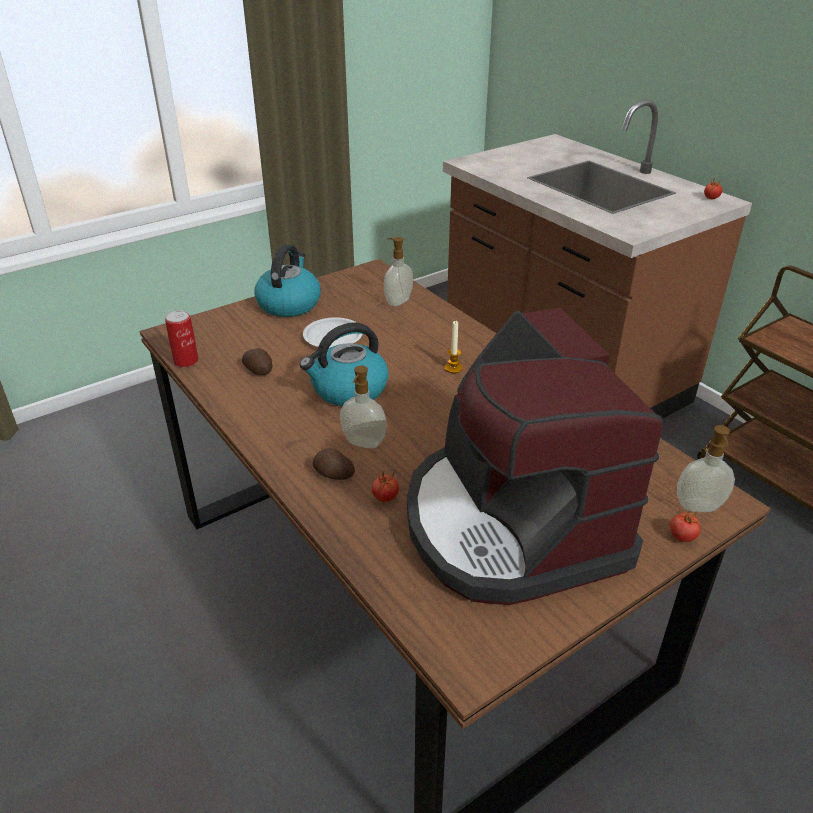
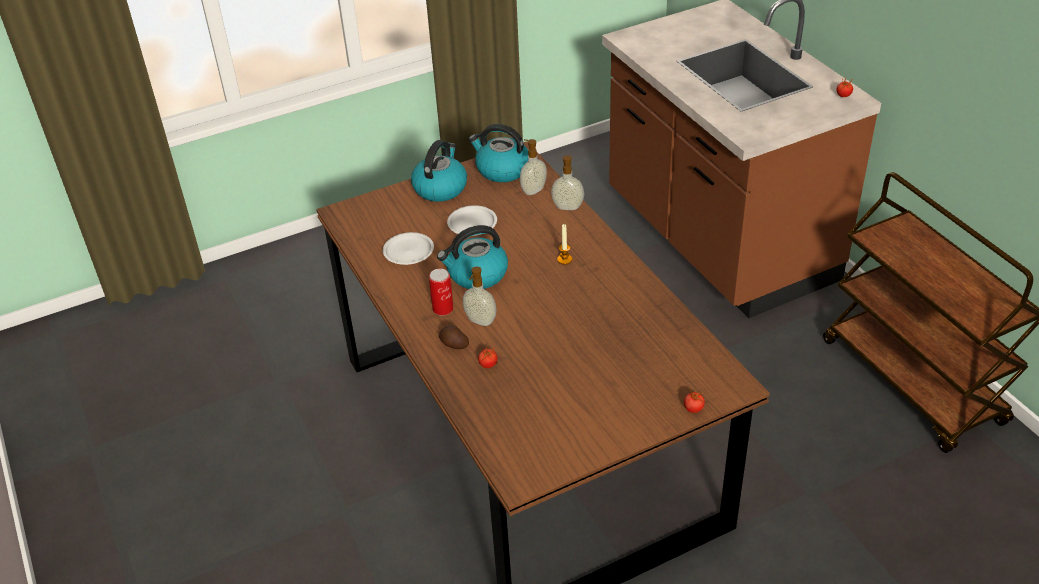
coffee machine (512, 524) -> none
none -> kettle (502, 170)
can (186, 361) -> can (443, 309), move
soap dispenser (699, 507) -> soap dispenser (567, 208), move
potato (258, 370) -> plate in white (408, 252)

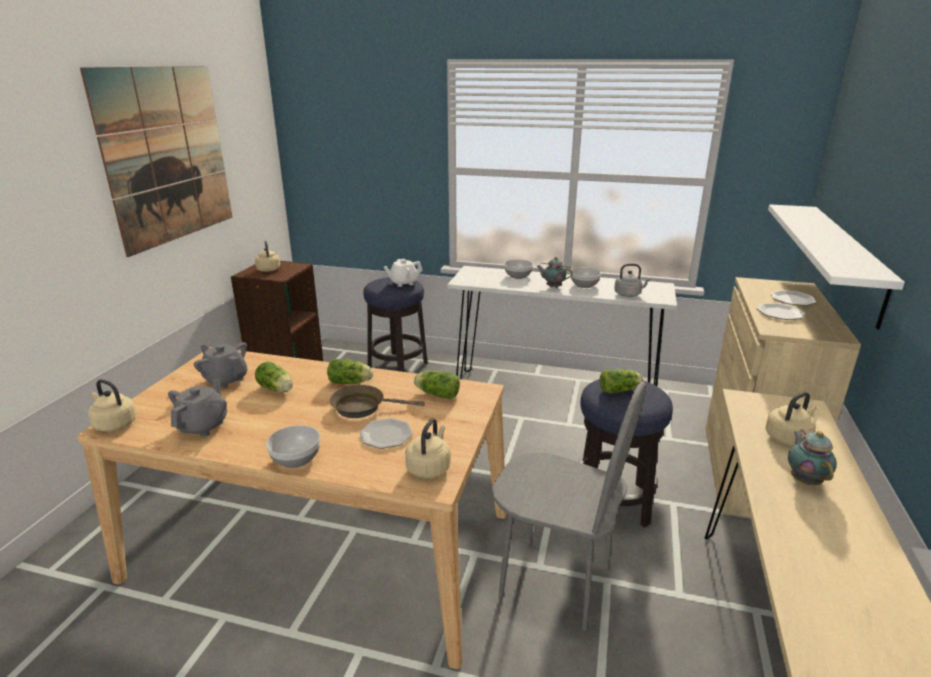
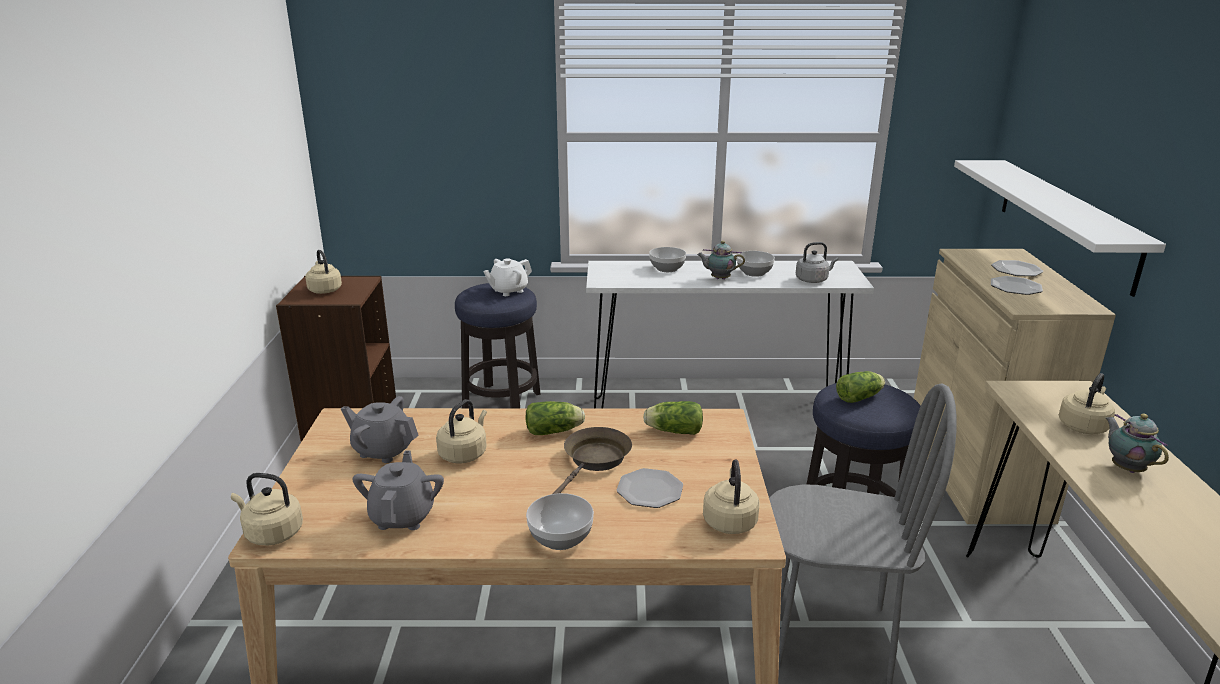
picture (167, 155) -> none
lettuce (277, 389) -> kettle in beige (464, 453)
frying pan in brown (363, 407) -> frying pan in brown (595, 460), 135 degrees clockwise

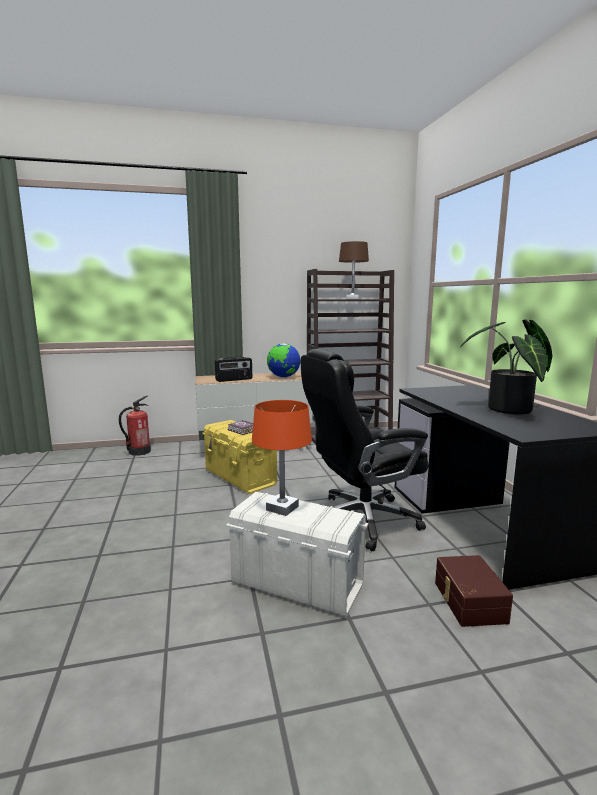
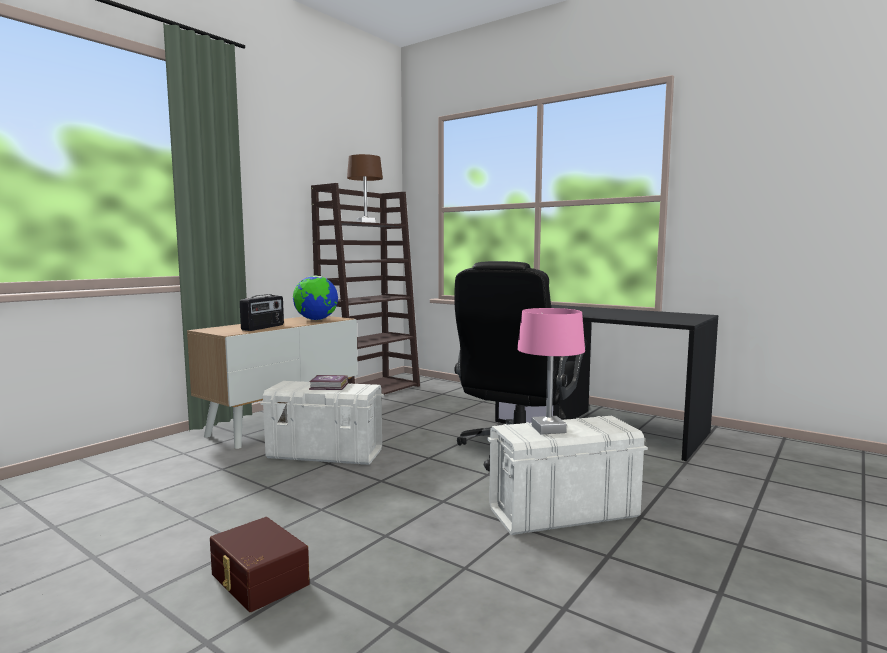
fire extinguisher (139, 452) -> none
potted plant (508, 411) -> none
storage box in brown (468, 602) -> storage box in brown (257, 580), move
storage box in yellow (240, 477) -> storage box in white (325, 454)
table lamp in orange (282, 508) -> table lamp in pink (549, 429)

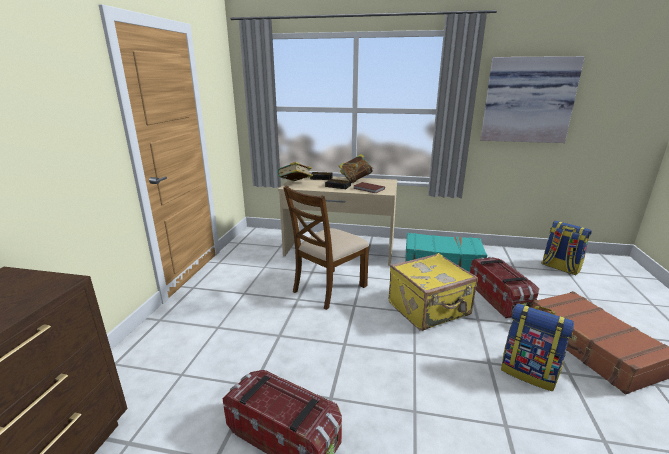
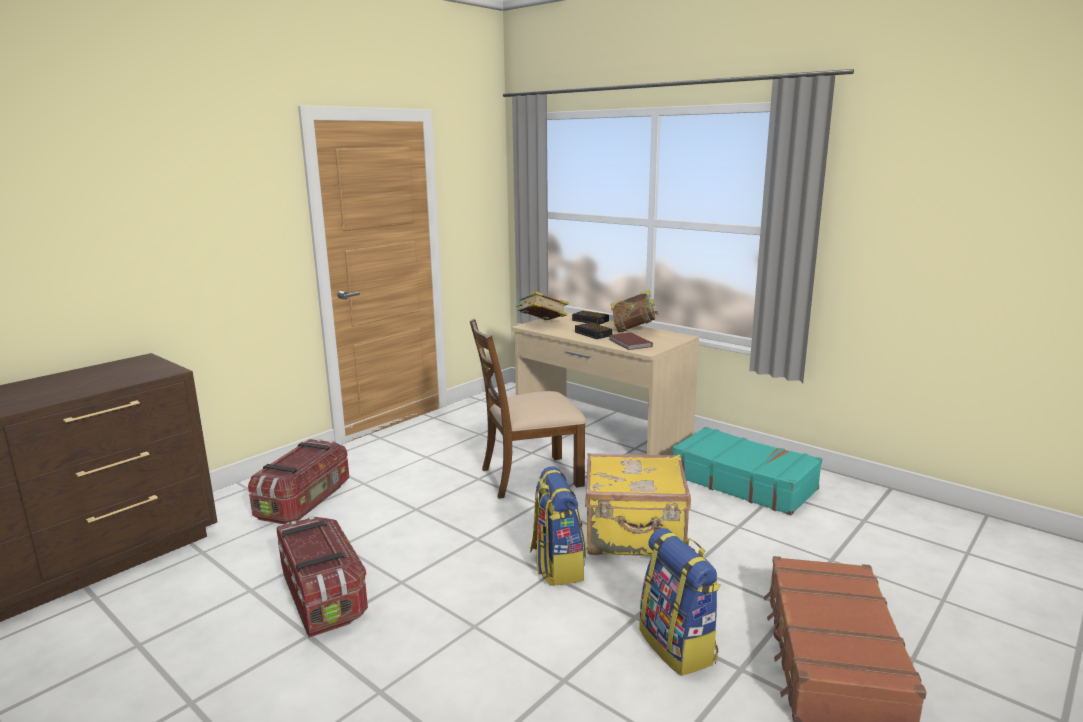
picture (527, 100) -> none
storage box (499, 298) -> storage box (305, 501), move
backpack (560, 268) -> backpack (556, 566), move

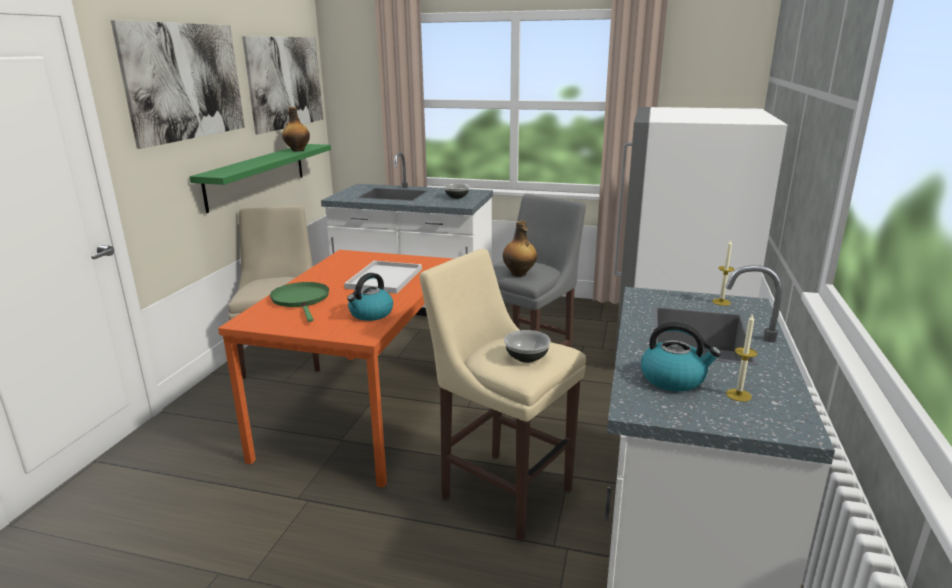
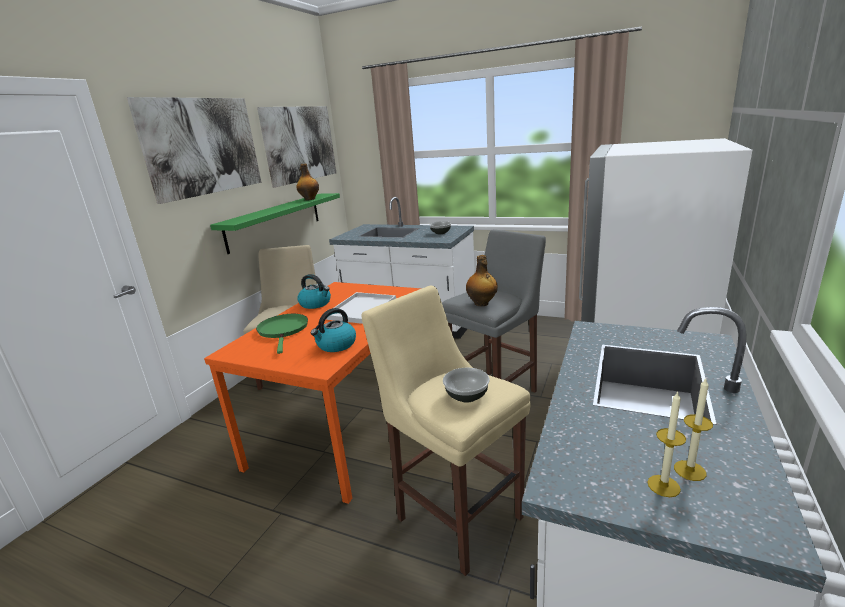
kettle (673, 379) -> kettle (316, 304), move
candle (721, 302) -> candle (663, 486), move

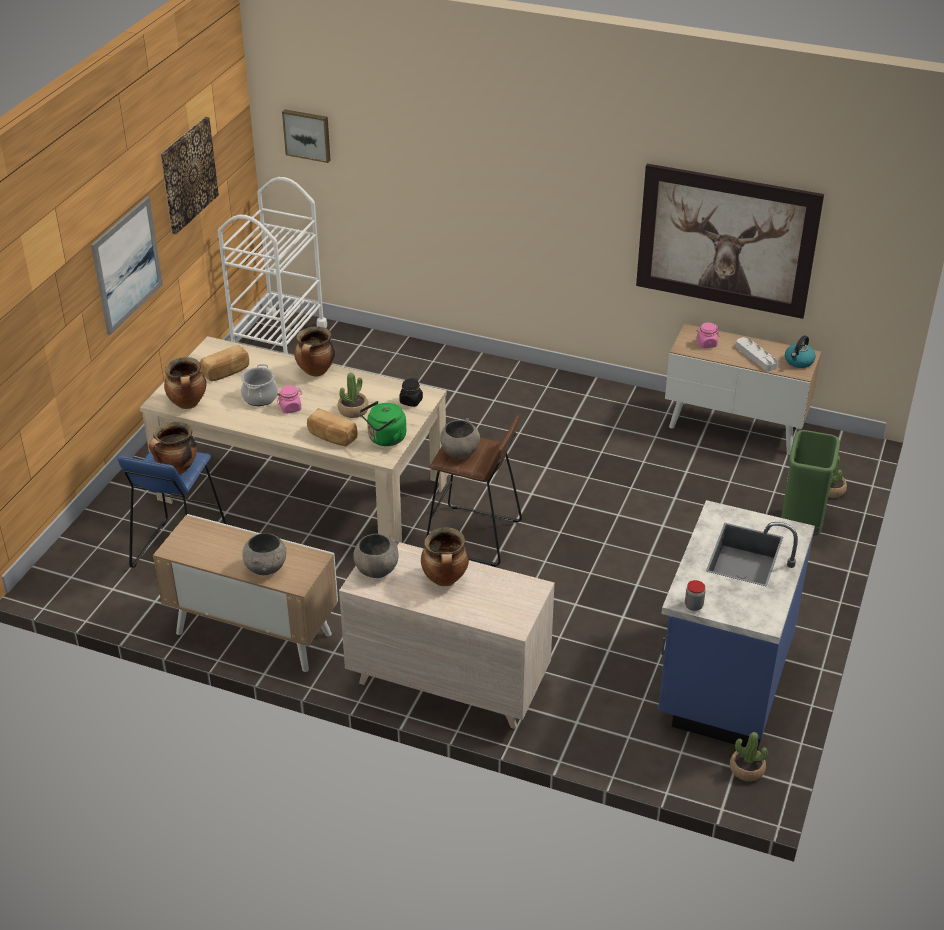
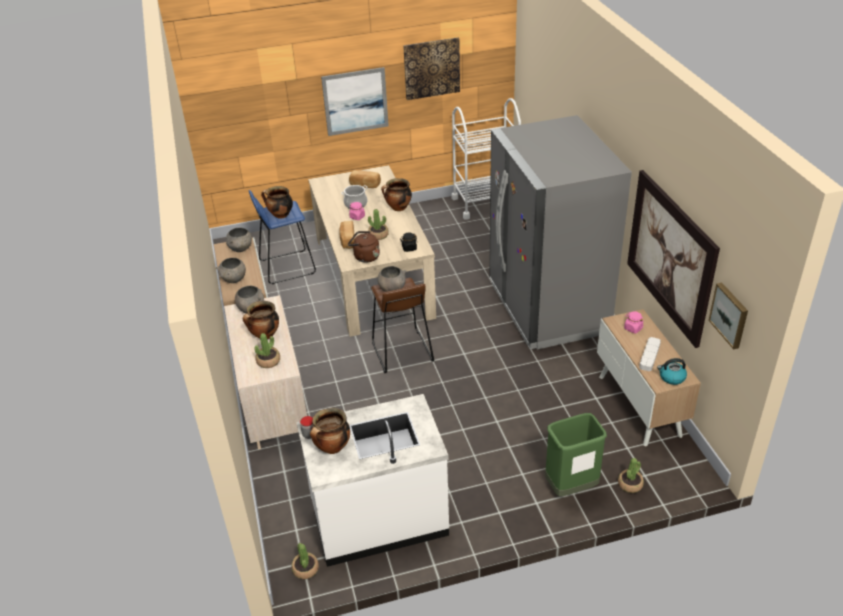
none -> bowl in grey (241, 249)
none -> potted plant (268, 361)
none -> fridge in grey (547, 308)
cooking pot (188, 404) -> cooking pot (332, 448), move
picture (307, 135) -> picture (730, 315), move
kettle in green (385, 439) -> kettle in brown (365, 257)
counter in blue (723, 679) -> counter in white (379, 519)

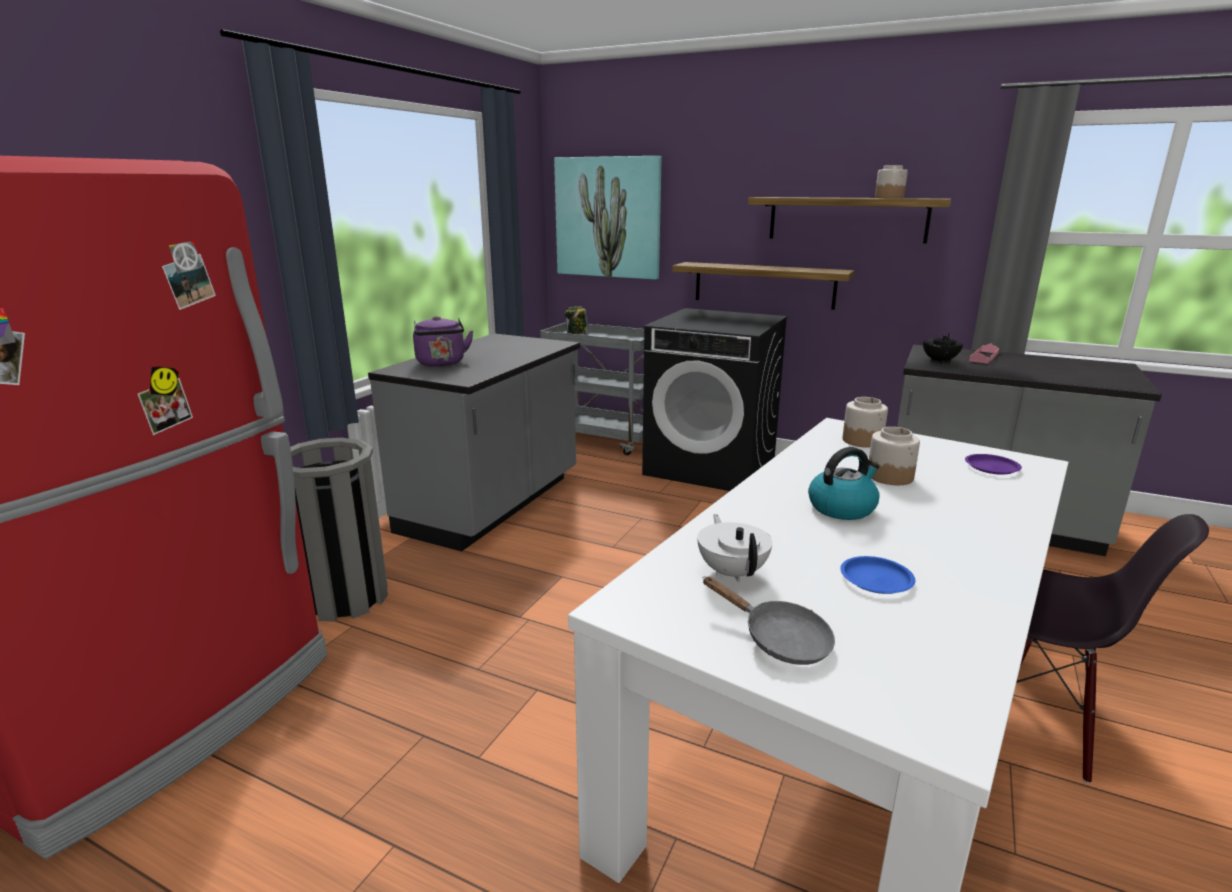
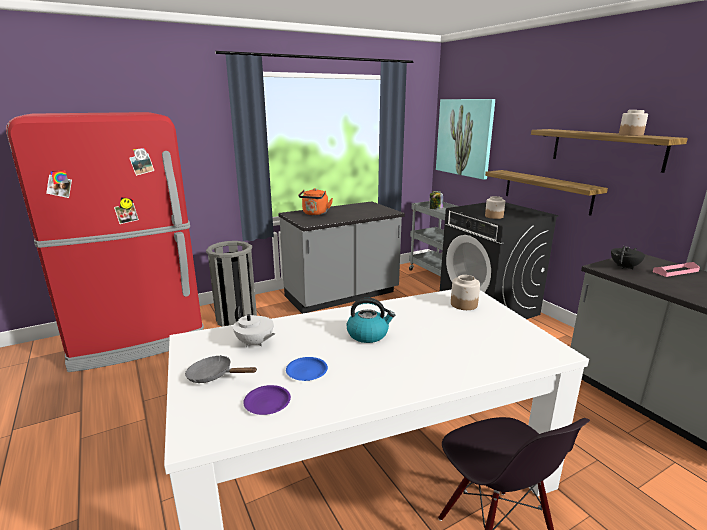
jar (890, 476) -> jar (494, 216), move
plate in purple (991, 467) -> plate in purple (267, 402), move
kettle in purple (441, 364) -> kettle in orange (315, 213)
teapot in white (732, 572) -> teapot in white (255, 343), 105 degrees clockwise
frying pan in grey (778, 639) -> frying pan in grey (214, 376), 120 degrees clockwise

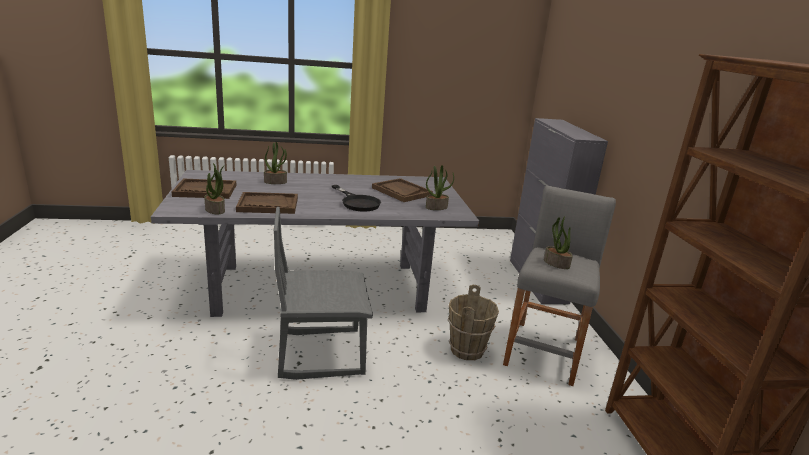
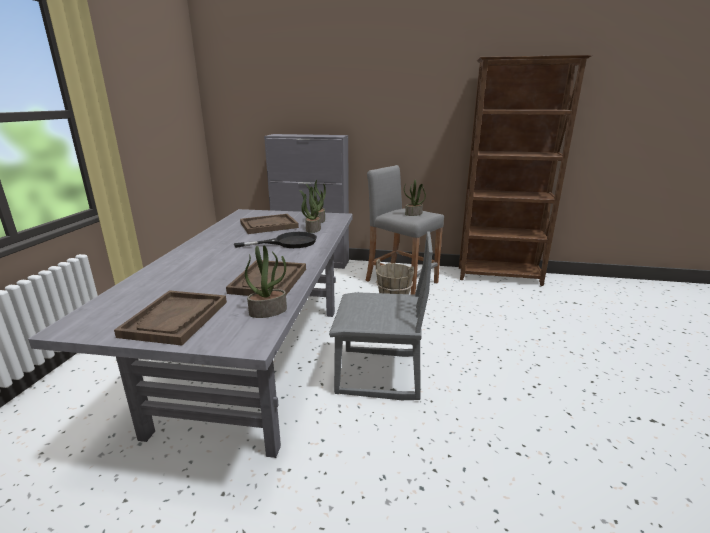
potted plant (275, 182) -> potted plant (313, 229), move
chair in grey (320, 352) -> chair in grey (379, 374), 90 degrees counterclockwise

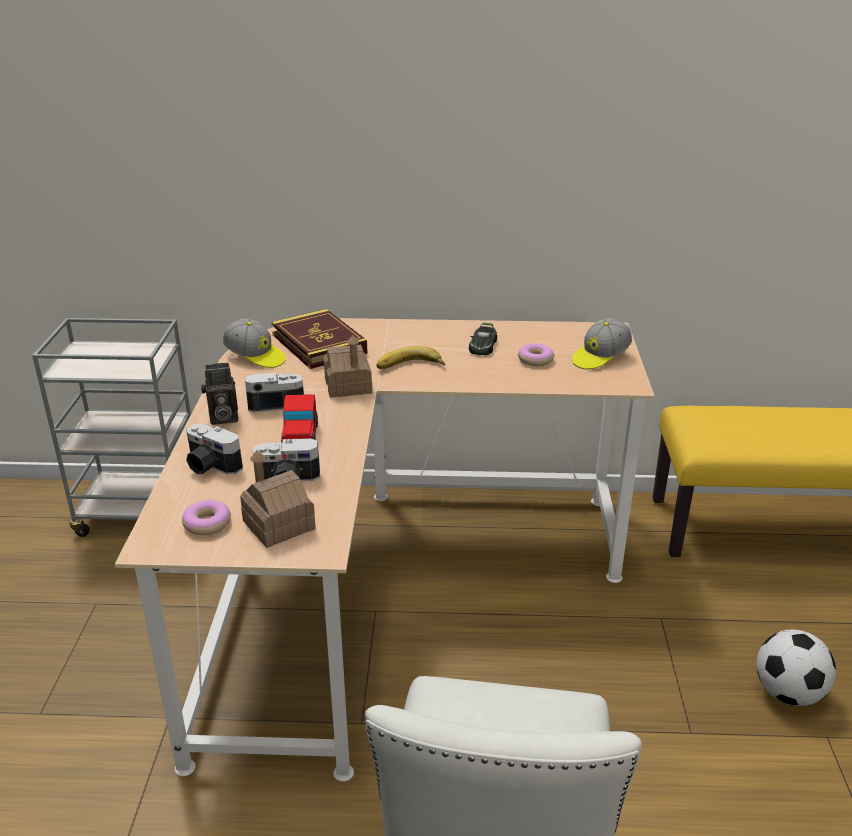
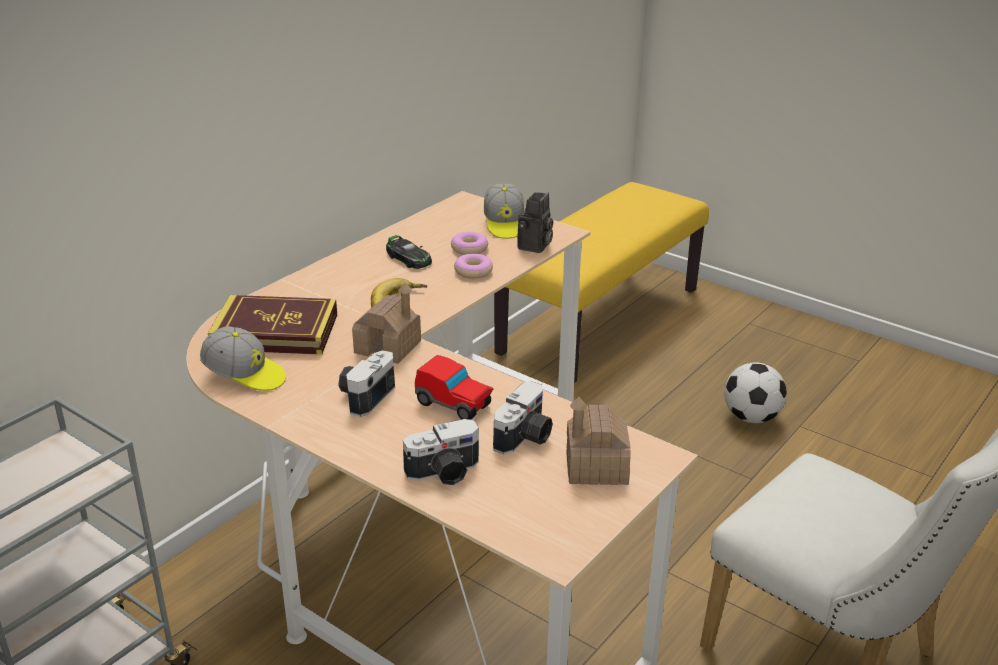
donut (207, 523) -> donut (473, 271), move
photo camera (222, 418) -> photo camera (535, 247), move
cap (255, 357) -> cap (245, 375), 45 degrees clockwise

